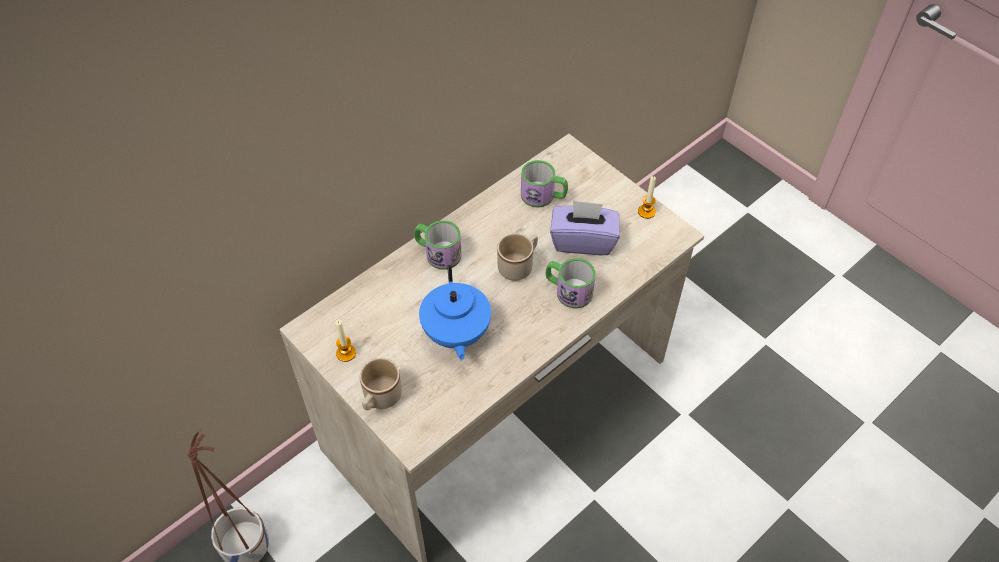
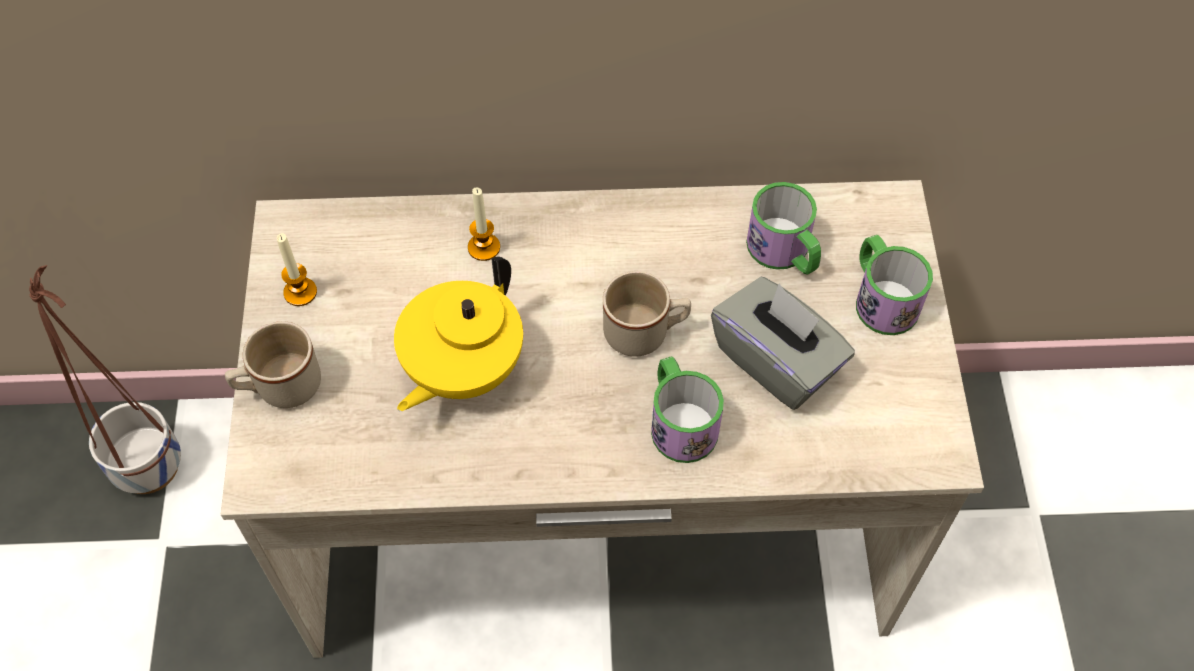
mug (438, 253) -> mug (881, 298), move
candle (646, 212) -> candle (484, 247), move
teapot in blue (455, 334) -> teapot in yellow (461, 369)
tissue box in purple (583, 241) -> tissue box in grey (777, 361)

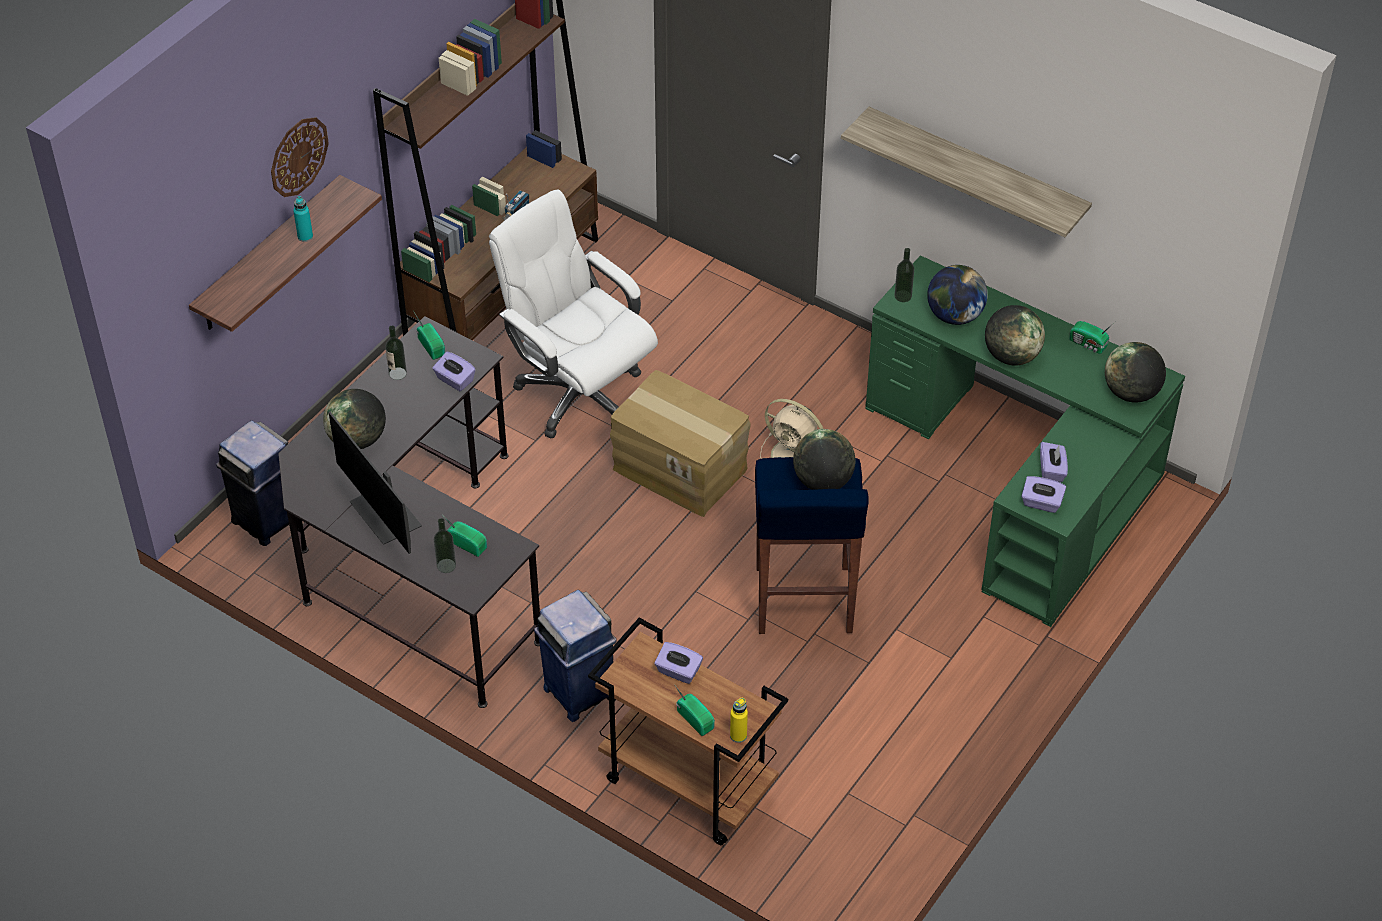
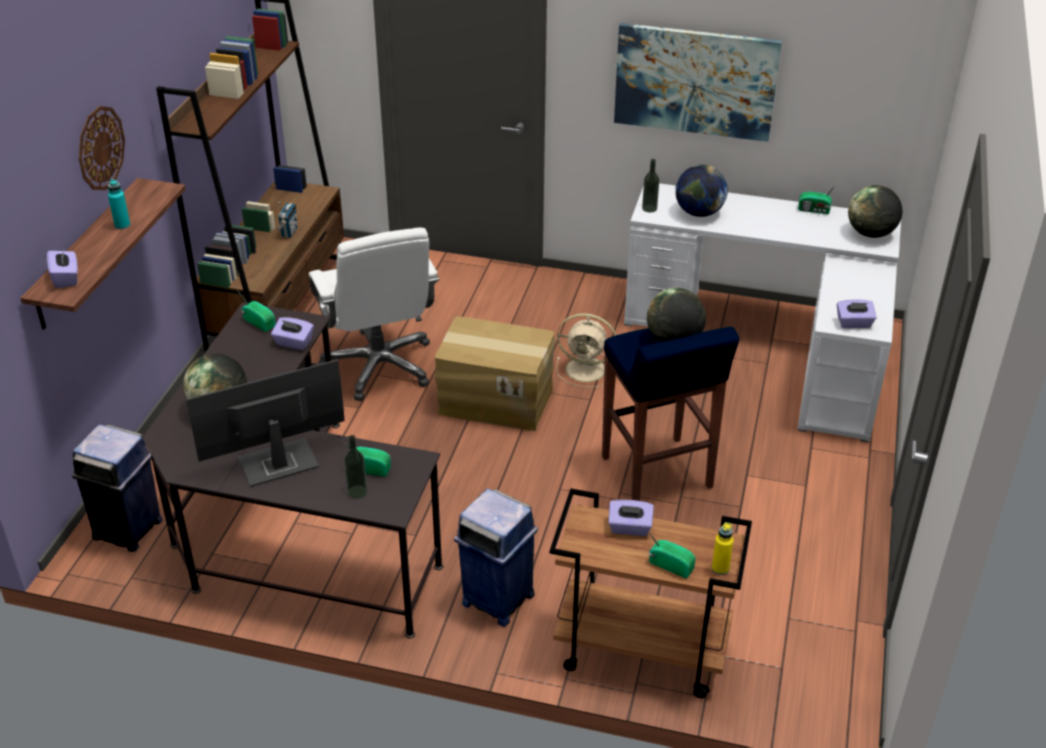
bottle (397, 373) -> none
globe (1011, 356) -> none
tissue box in purple (1052, 470) -> tissue box in purple (66, 278), move
shelf (976, 171) -> picture (695, 81)
desk in green (1024, 477) -> desk in white (776, 343)
monitor (386, 516) -> monitor (277, 464), 120 degrees clockwise
office chair in white (578, 394) -> office chair in white (380, 365), 135 degrees counterclockwise

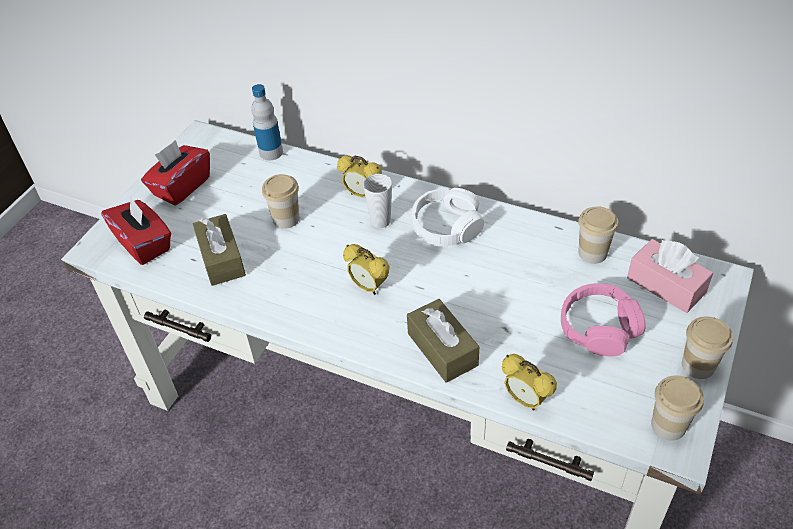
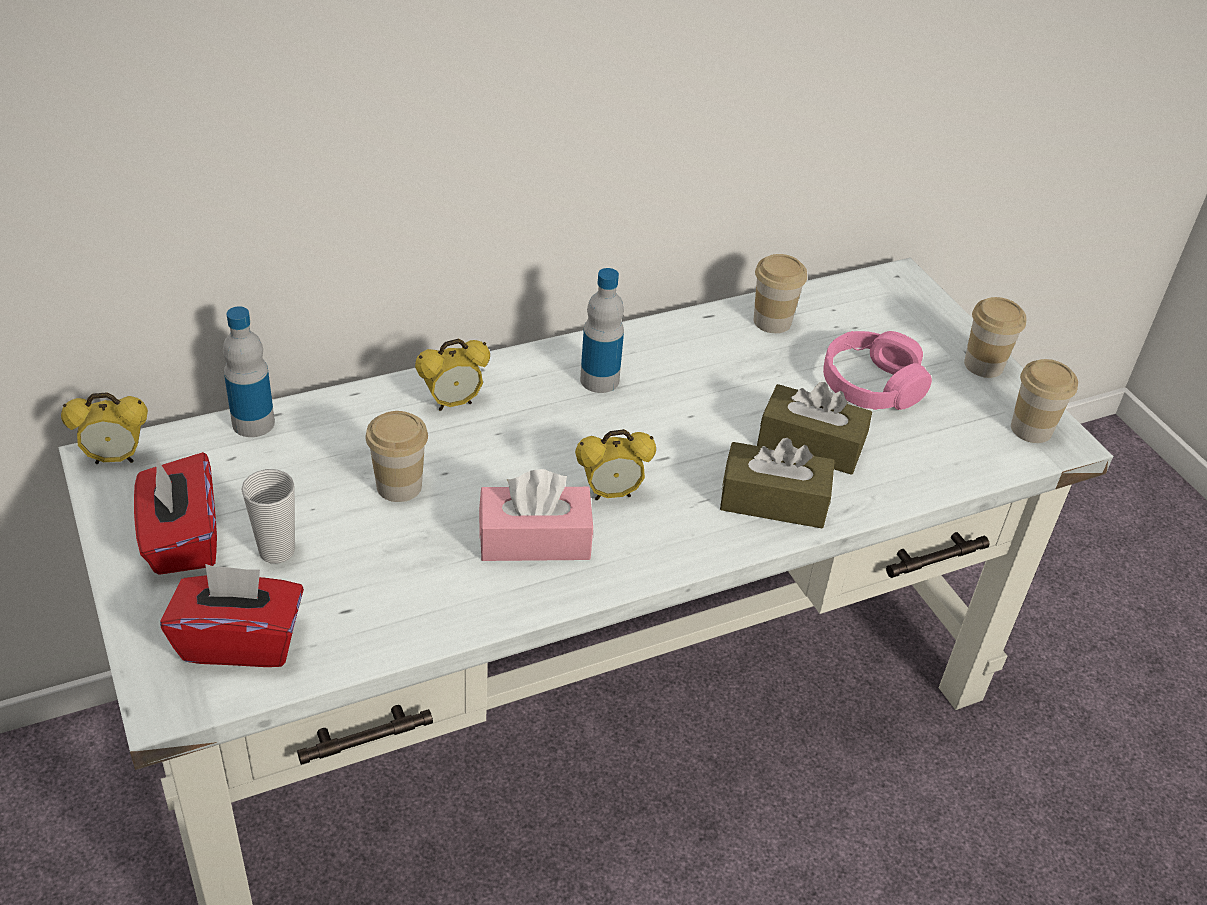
tissue box in brown (221, 259) -> tissue box in brown (810, 445), move
cup (380, 221) -> cup (277, 551), move
alarm clock (525, 400) -> alarm clock (115, 458), move
tissue box in pink (666, 285) -> tissue box in pink (535, 540), move
headphones in white (446, 226) -> bottle (599, 380)

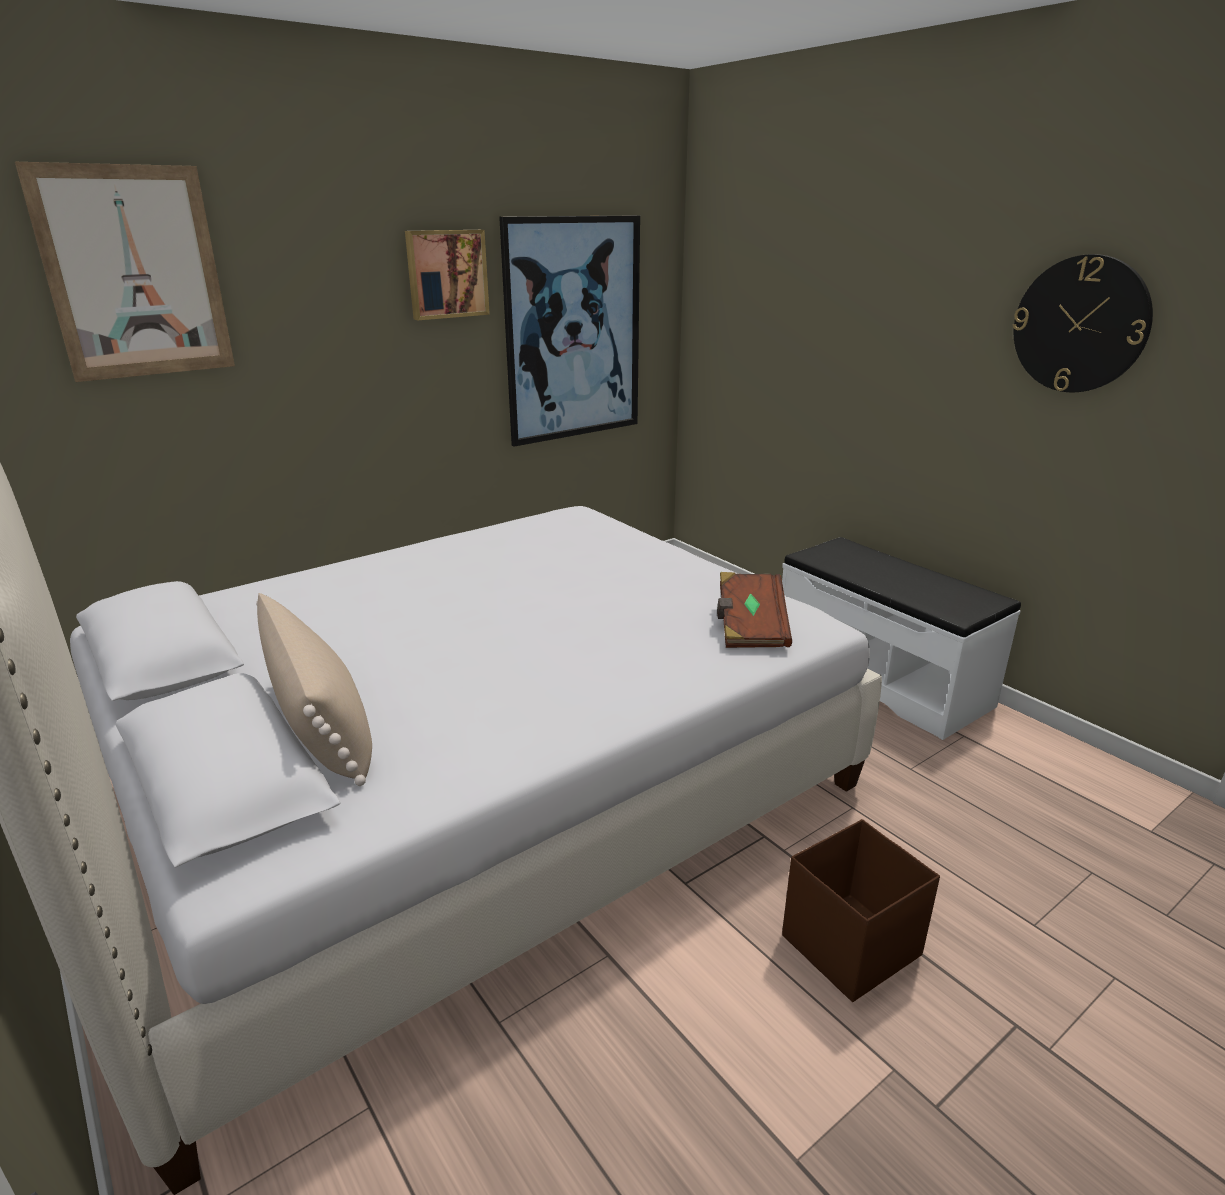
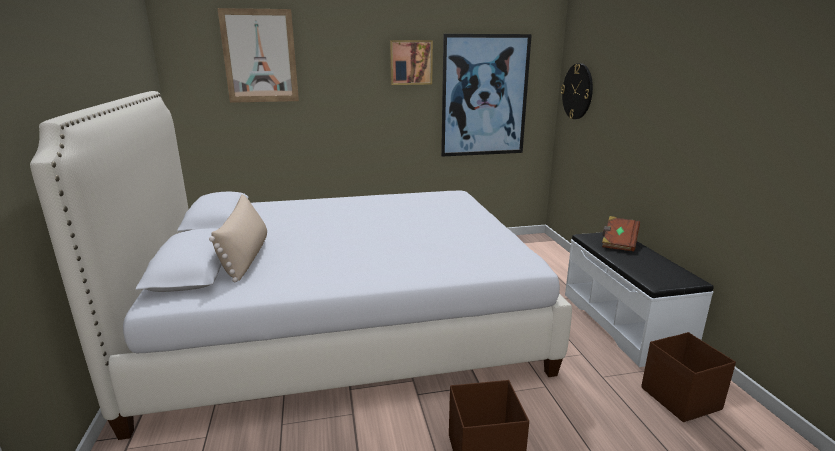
none -> storage box in brown (680, 398)
book in brown (750, 628) -> book in brown (618, 242), move
wall clock (1080, 324) -> wall clock (577, 91), move

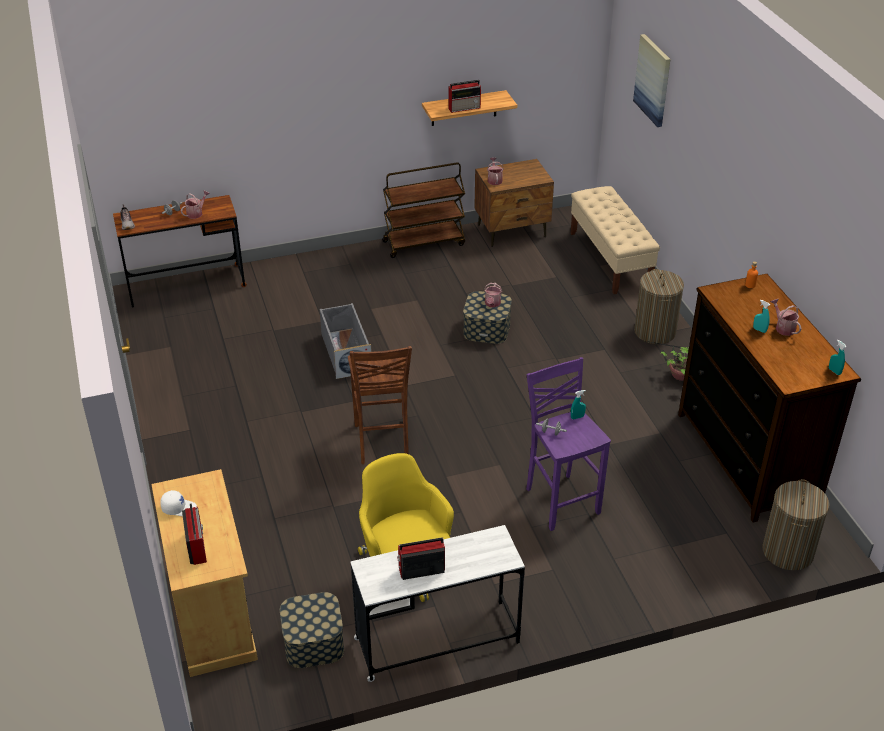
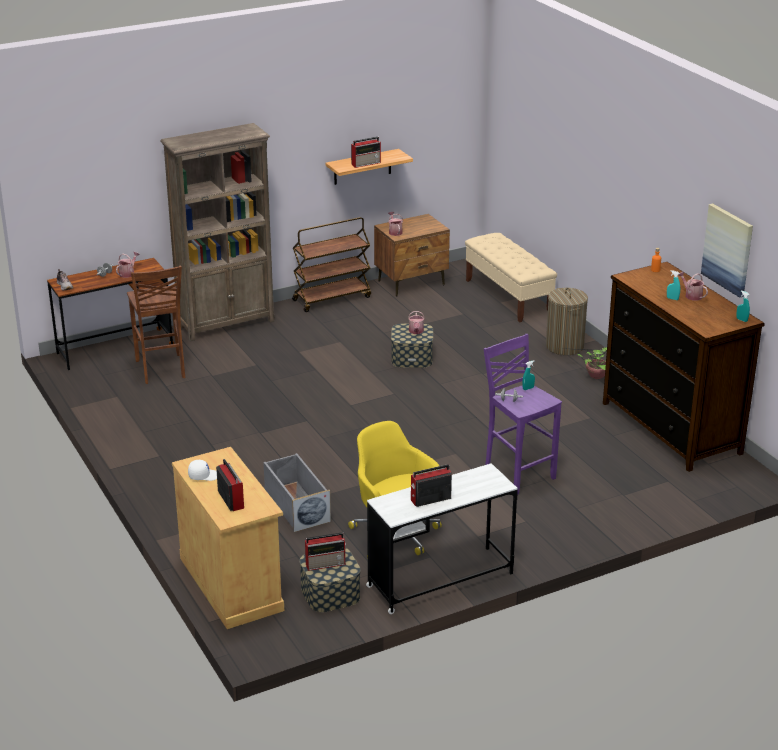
laundry basket (788, 551) -> none
none -> bookcase in brown (227, 324)
none -> radio (326, 564)
storage box in grey (345, 353) -> storage box in grey (296, 506), move
stool in brown (382, 443) -> stool in brown (161, 370), move
picture (653, 80) -> picture (728, 249), move

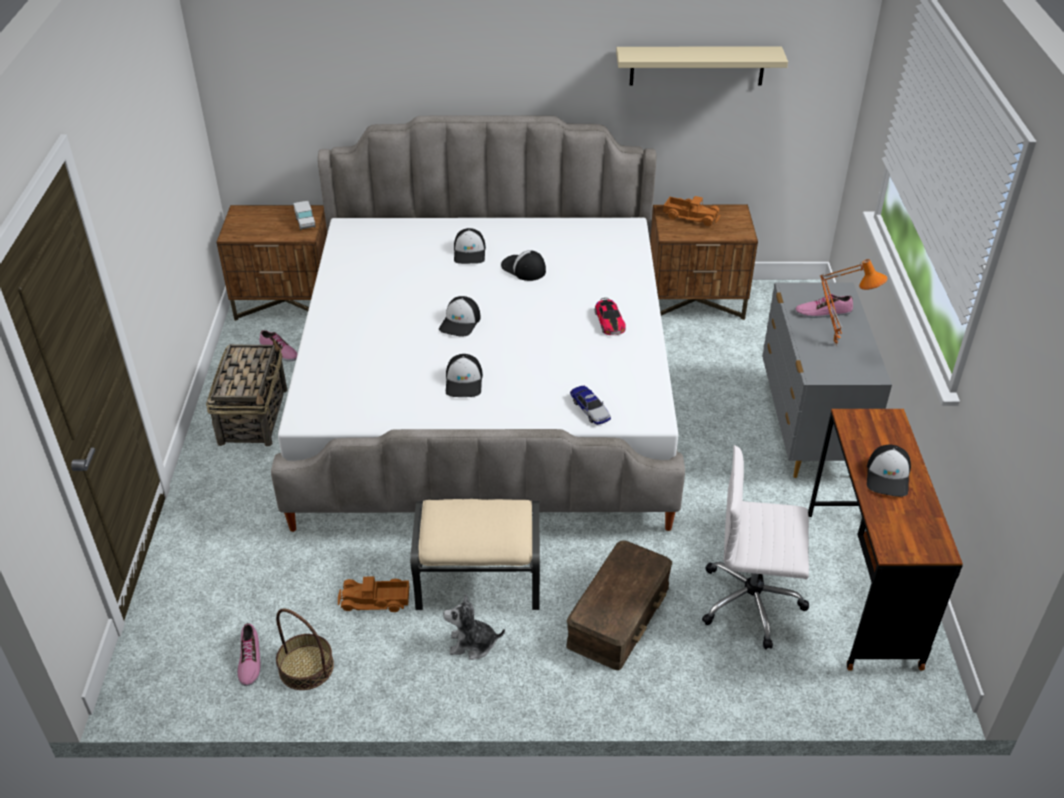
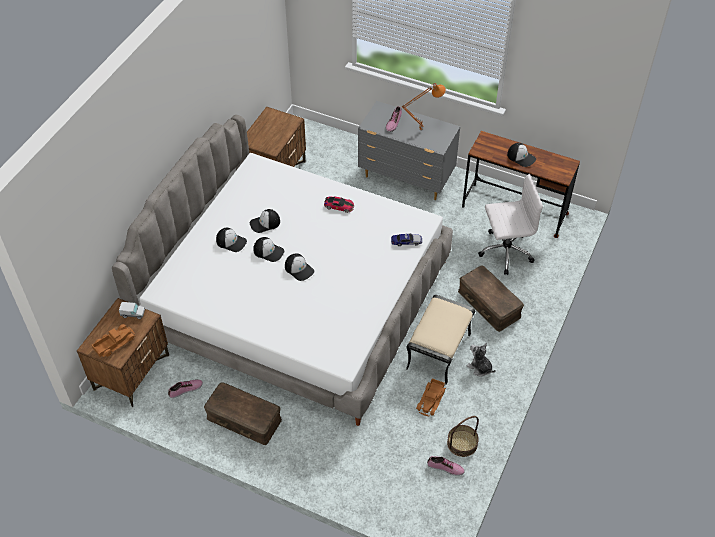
shelf in beige (697, 65) -> none
cap (464, 382) -> cap (269, 251), move
toy truck (691, 216) -> toy truck (114, 343), move
basket (253, 415) -> storage box in brown (243, 419)
plush toy (472, 644) -> plush toy (479, 368), 105 degrees clockwise
office chair in white (752, 602) -> office chair in white (504, 251), 135 degrees counterclockwise

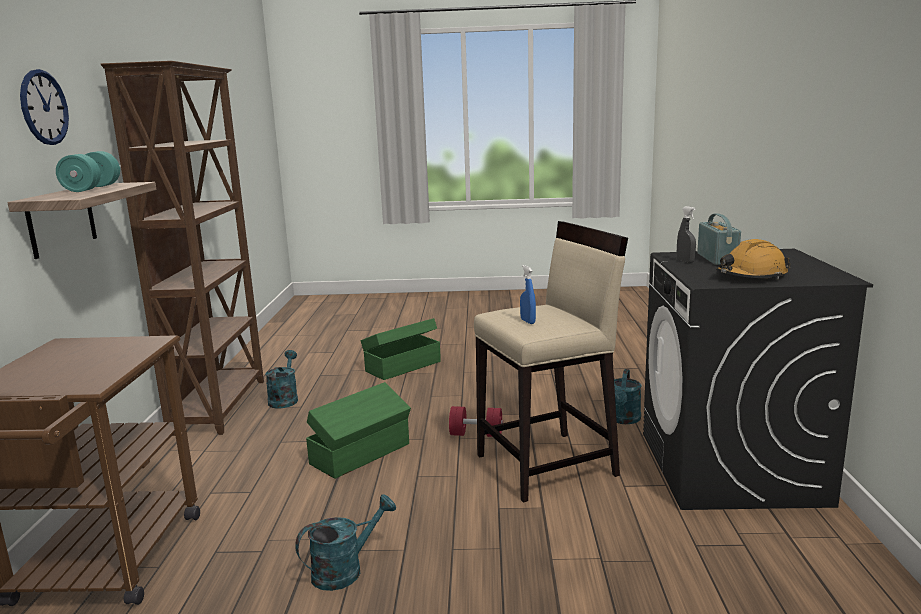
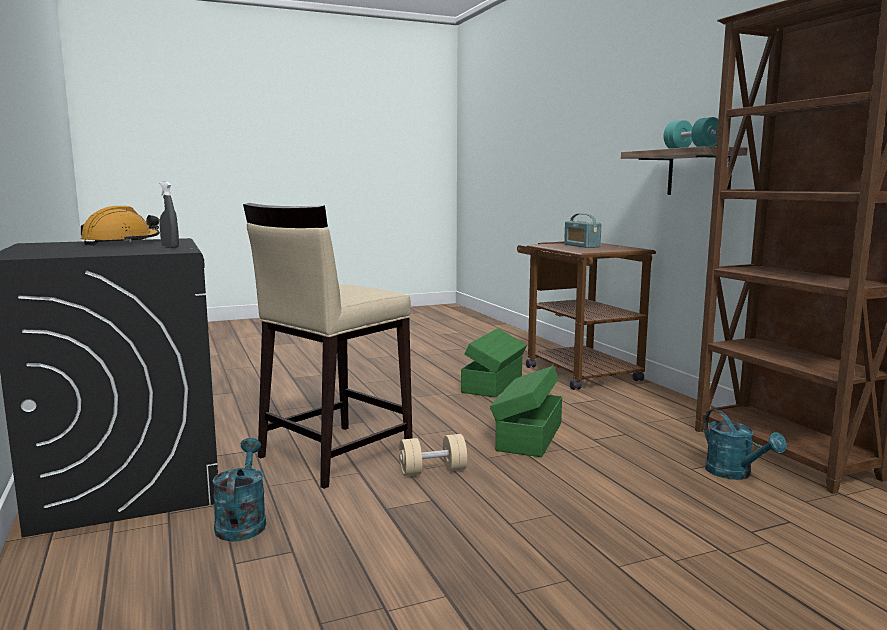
wall clock (44, 107) -> none
watering can in turquoise (345, 570) -> none
spray bottle in blue (527, 321) -> none
storage box in green (402, 366) -> storage box in green (494, 384), move
radio (717, 259) -> radio (581, 246), move
dumbbell in red (476, 434) -> dumbbell in beige (432, 471)

